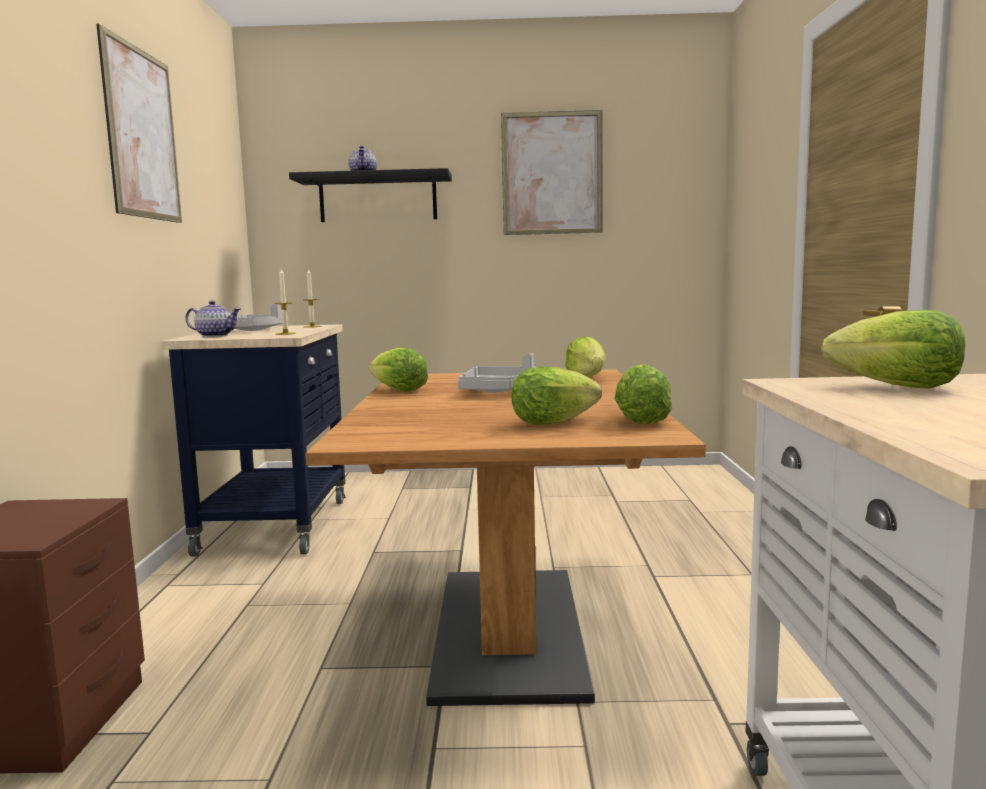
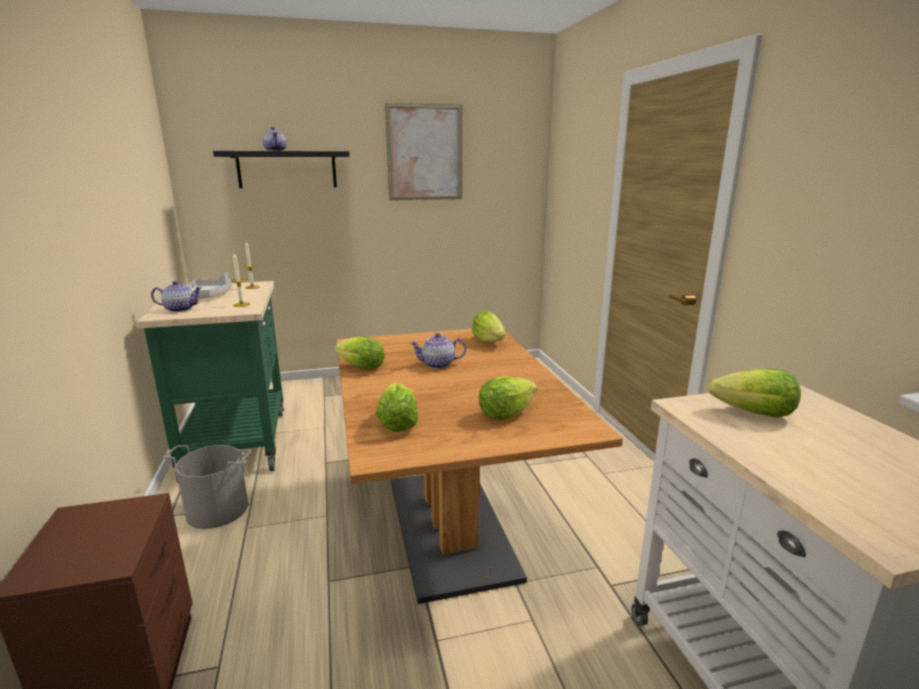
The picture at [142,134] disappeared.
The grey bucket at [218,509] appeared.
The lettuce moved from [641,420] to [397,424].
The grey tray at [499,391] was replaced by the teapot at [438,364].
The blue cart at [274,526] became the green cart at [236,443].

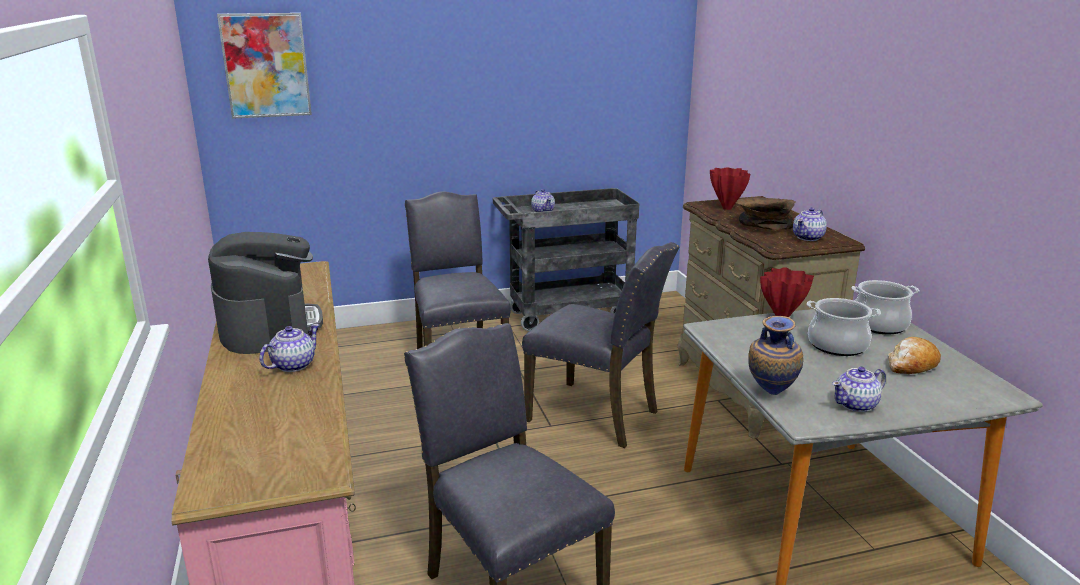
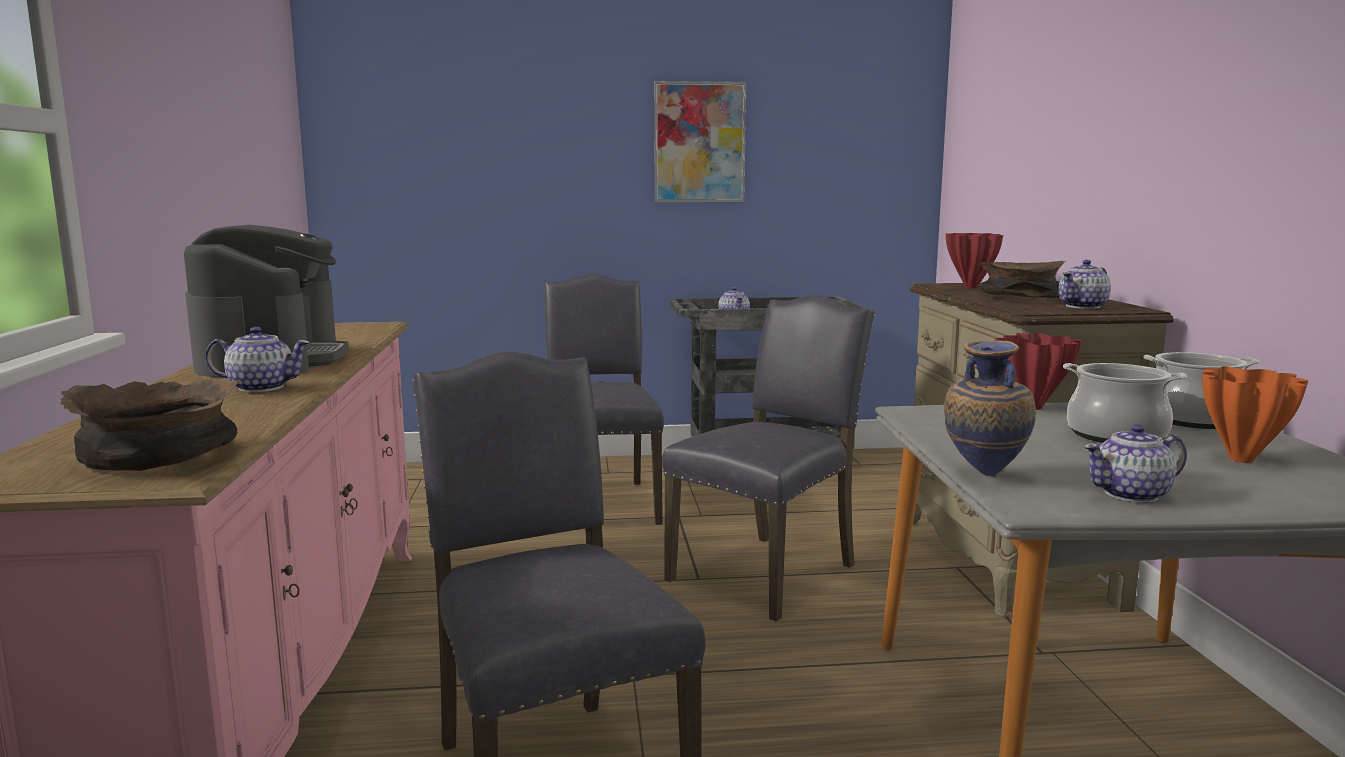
The brown bowl at [162,457] appeared.
The picture moved from [266,65] to [699,142].
The bread at [911,365] was replaced by the orange vase at [1243,459].
The teapot at [292,365] turned 45 degrees clockwise.
The grey chair at [596,415] turned 90 degrees counterclockwise.

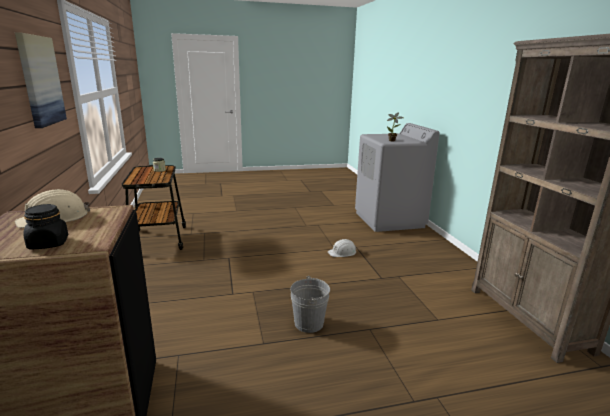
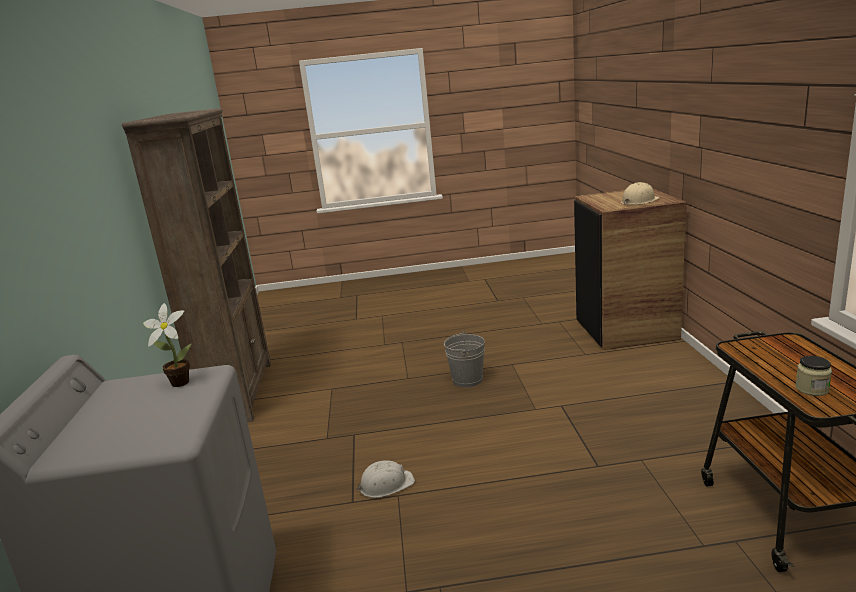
The picture at [40,80] disappeared.
The black jar at [48,244] disappeared.

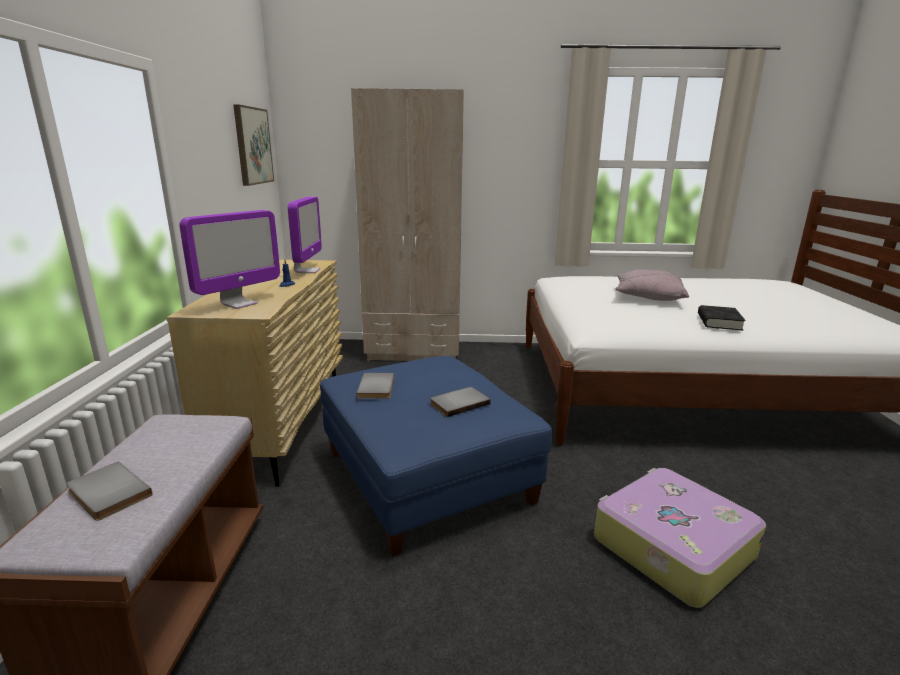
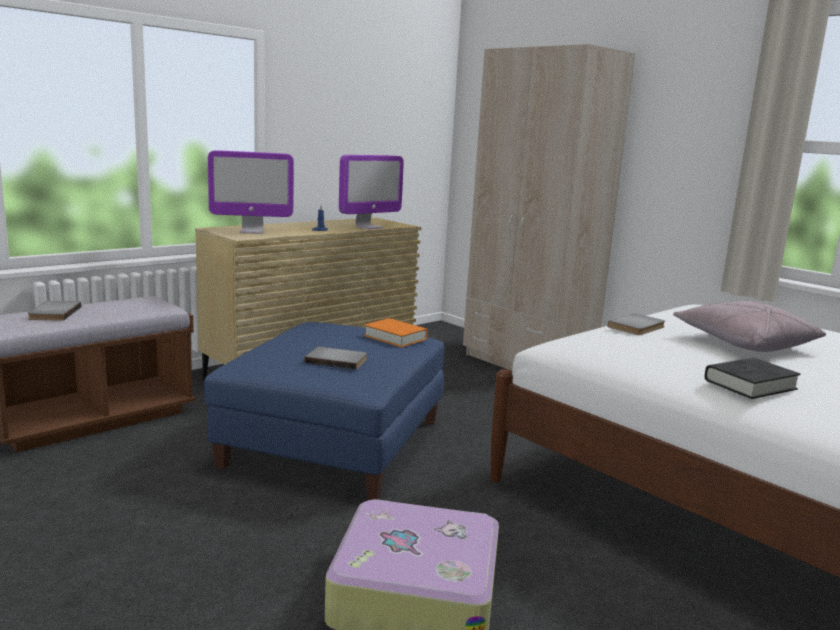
The picture at [252,146] disappeared.
The orange book at [395,337] appeared.
The grey book moved from [378,387] to [638,327].

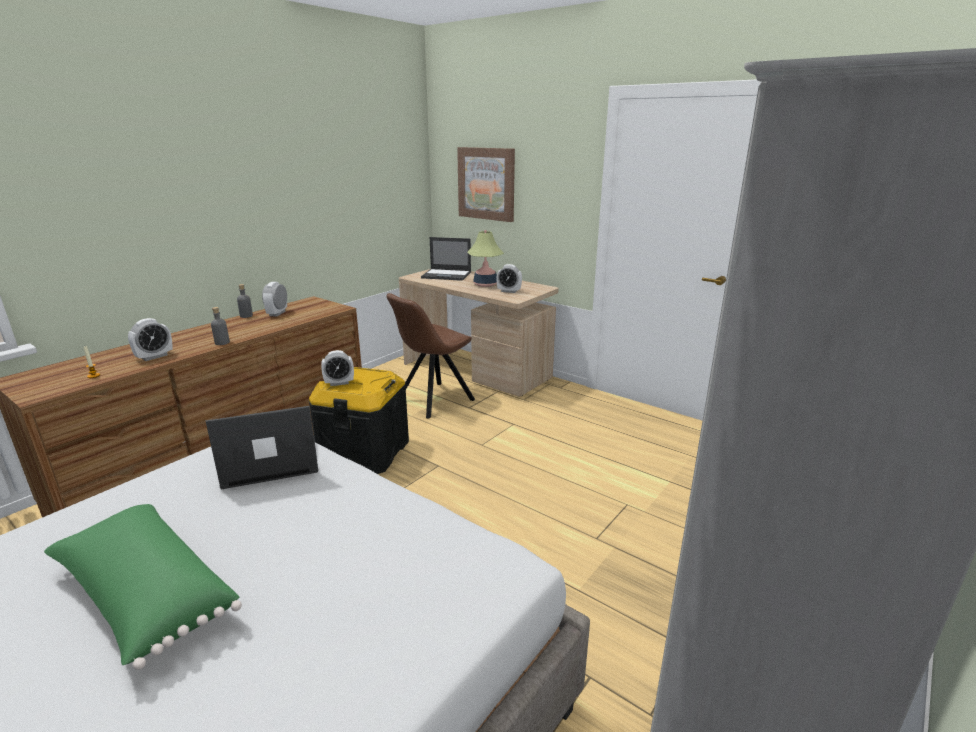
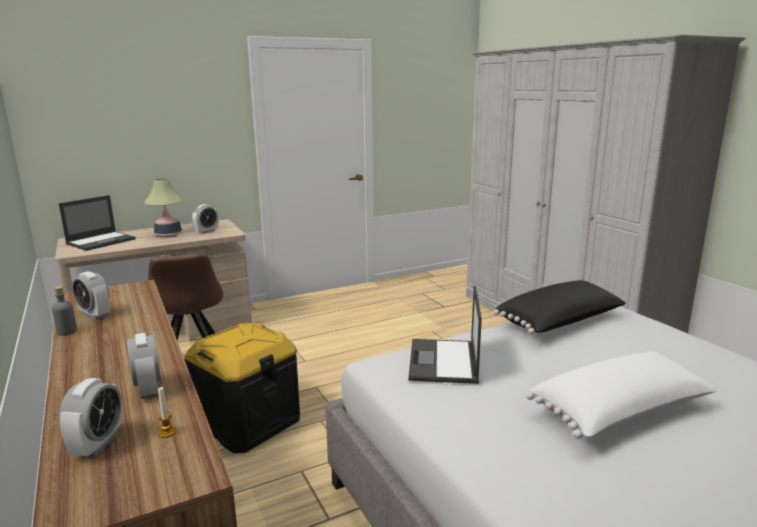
The grey bottle at [222,342] disappeared.
The picture at [486,183] disappeared.
The black pillow at [560,323] appeared.
The alarm clock moved from [339,383] to [98,444].
The green pillow at [145,597] became the white pillow at [620,413].

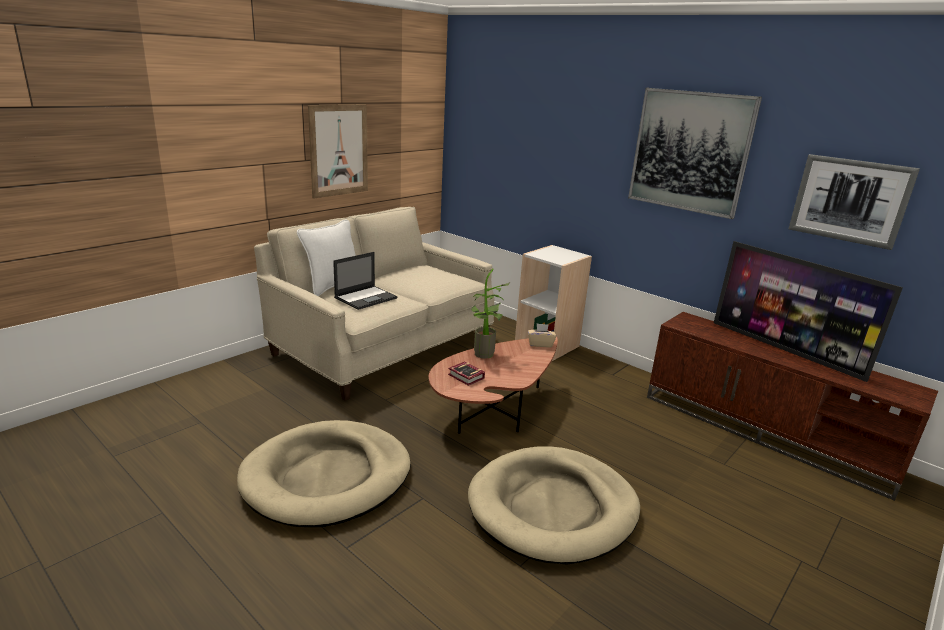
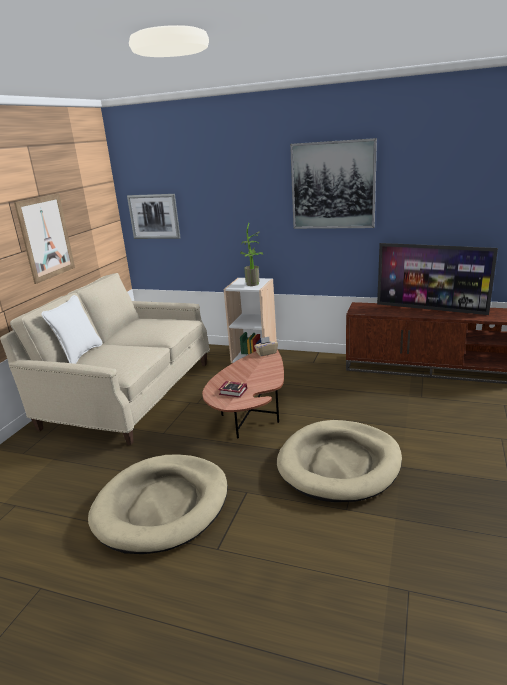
The laptop at [366,298] disappeared.
The potted plant moved from [485,355] to [254,284].
The picture moved from [850,200] to [154,216].

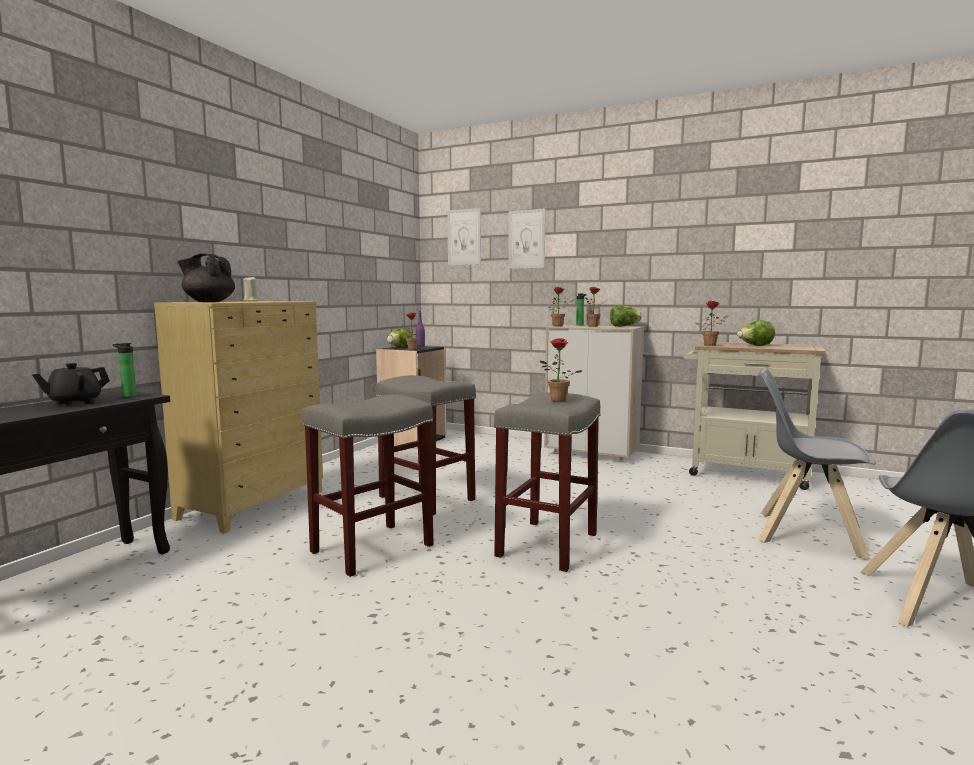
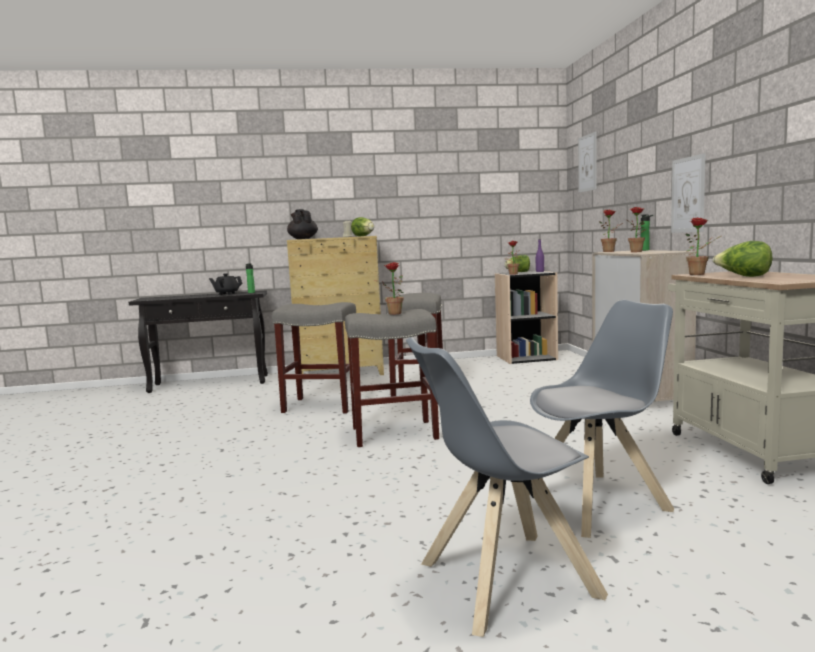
The picture moved from [526,239] to [688,195].
The lettuce moved from [624,326] to [364,236].
The grey chair at [805,534] turned 75 degrees clockwise.

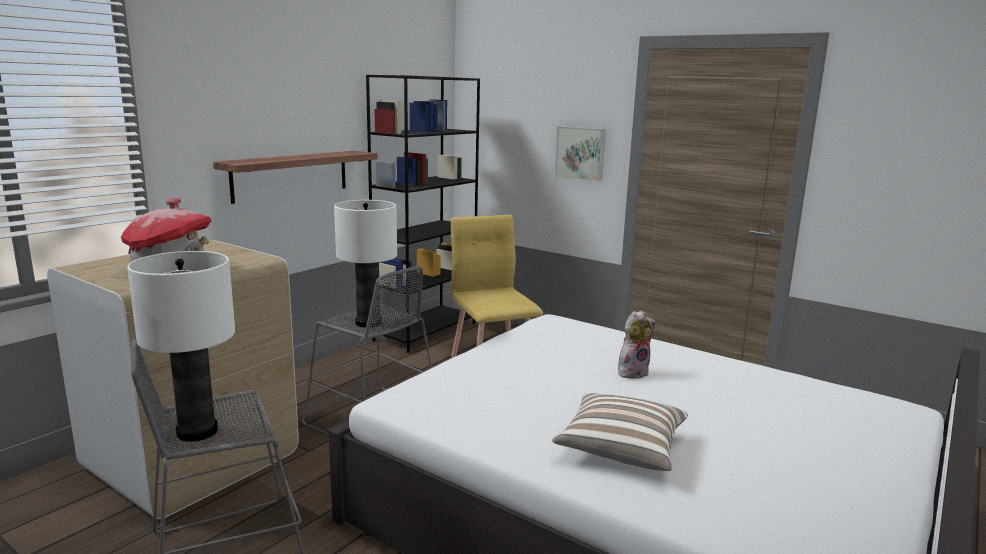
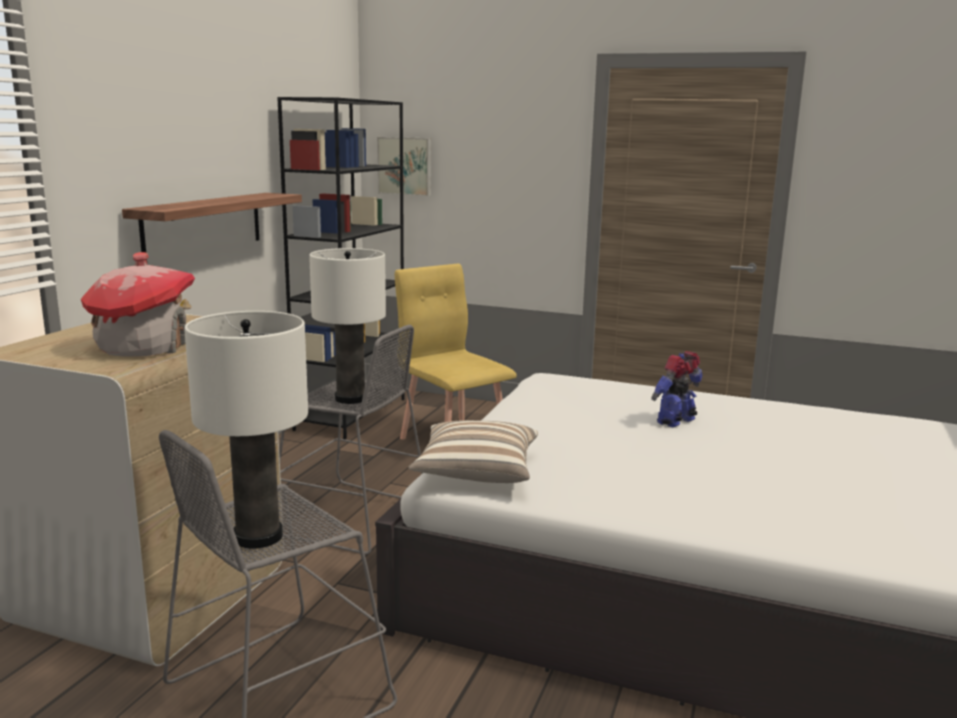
The pillow moved from [620,449] to [476,472].
The picture moved from [581,153] to [405,166].
The plush toy at [632,372] was replaced by the toy robot at [677,421].

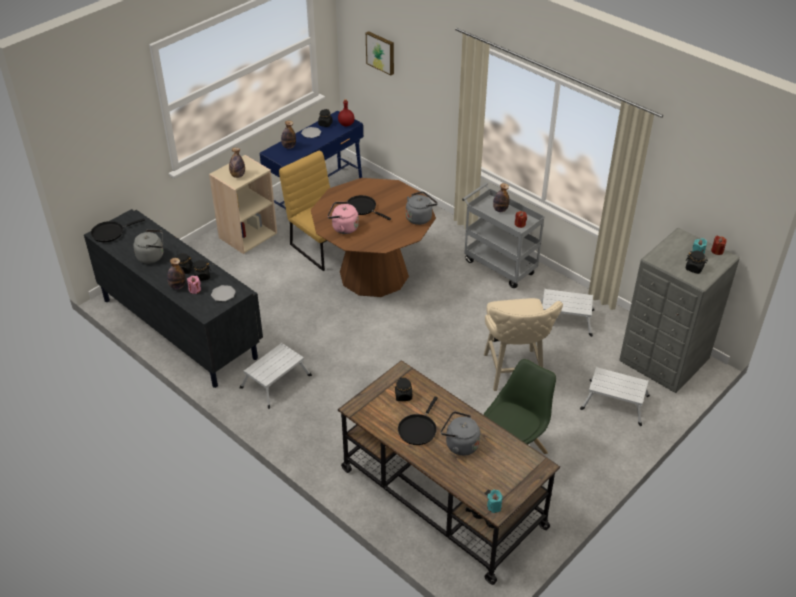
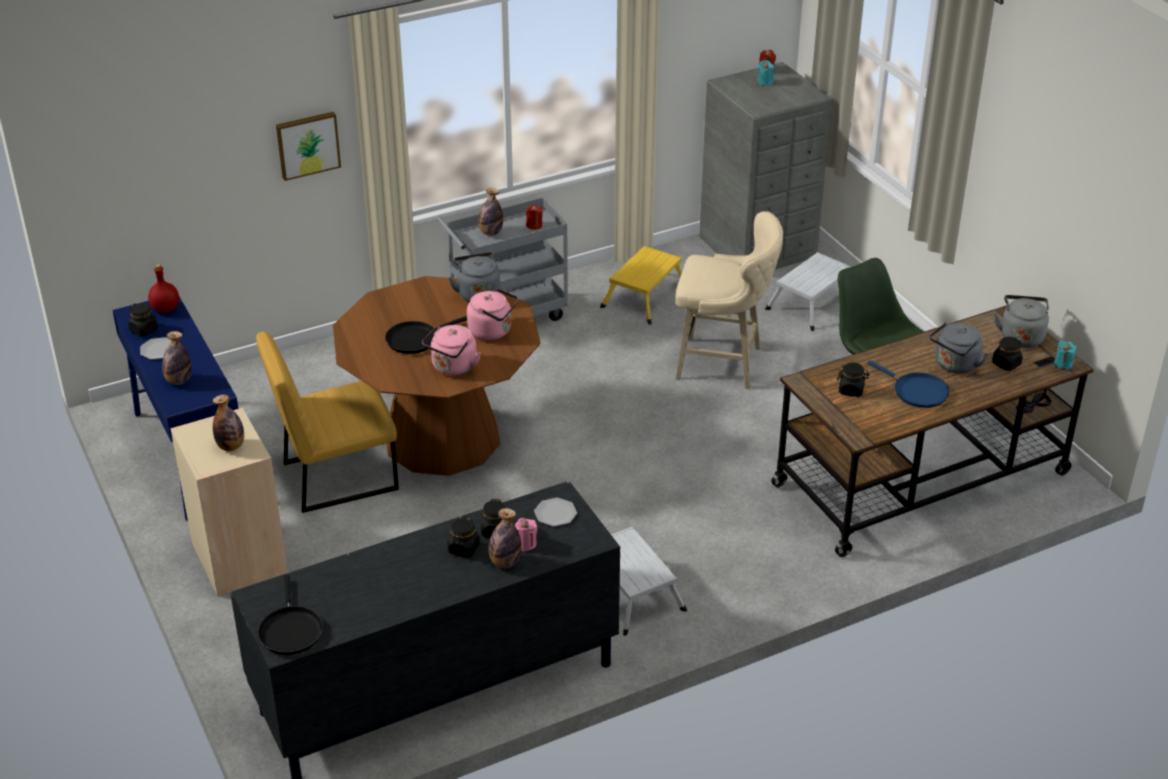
The pink kettle at [493,331] appeared.
The grey kettle moved from [152,256] to [1020,336].
The picture moved from [381,52] to [307,144].
The black jar moved from [694,268] to [1006,364].
The black frying pan at [418,429] became the blue frying pan at [917,391].
The white step ladder at [565,319] became the yellow step ladder at [645,296].

